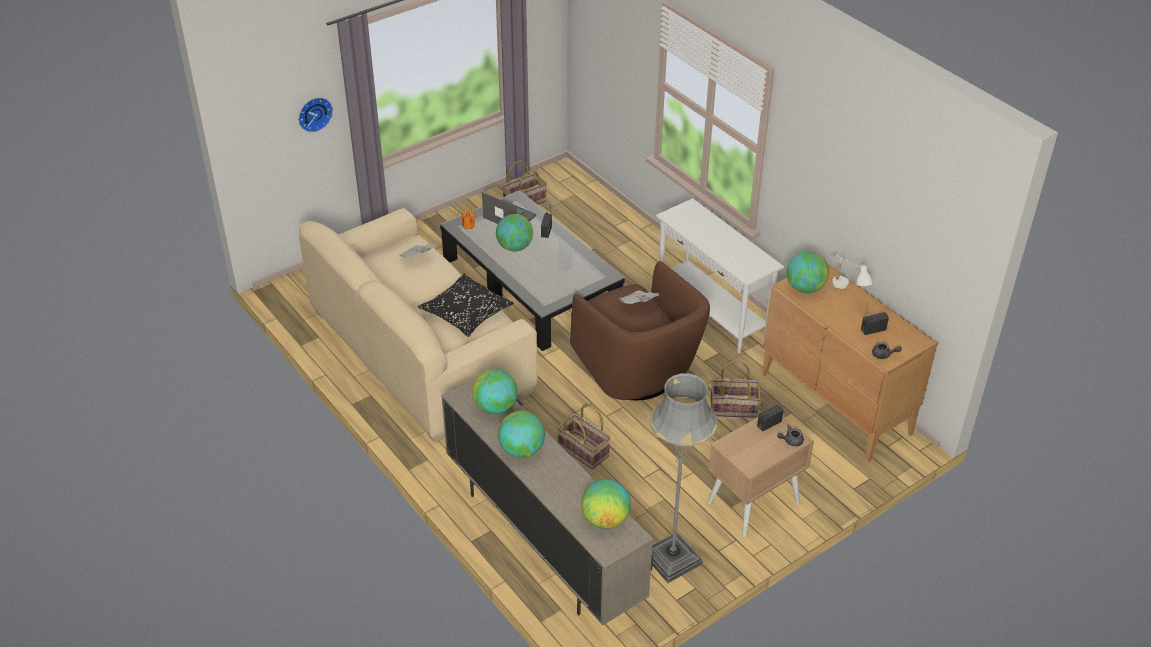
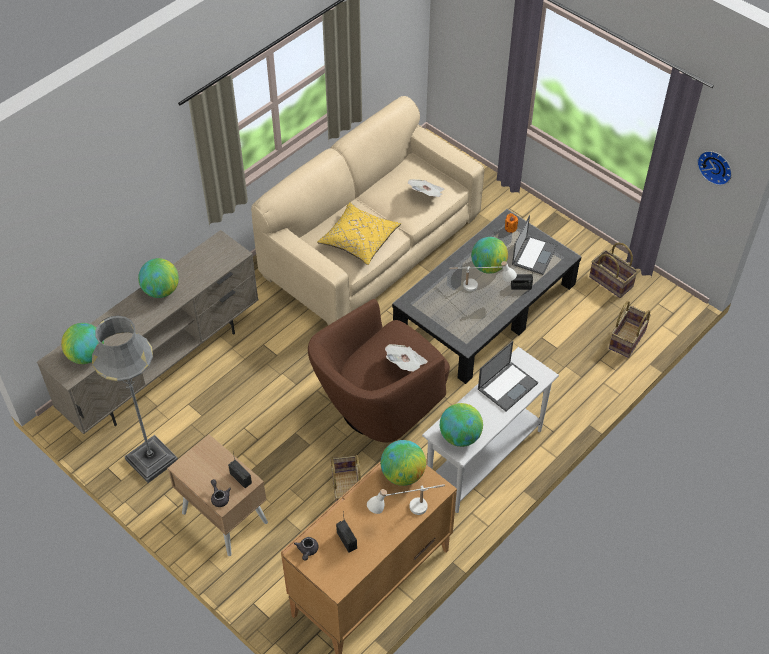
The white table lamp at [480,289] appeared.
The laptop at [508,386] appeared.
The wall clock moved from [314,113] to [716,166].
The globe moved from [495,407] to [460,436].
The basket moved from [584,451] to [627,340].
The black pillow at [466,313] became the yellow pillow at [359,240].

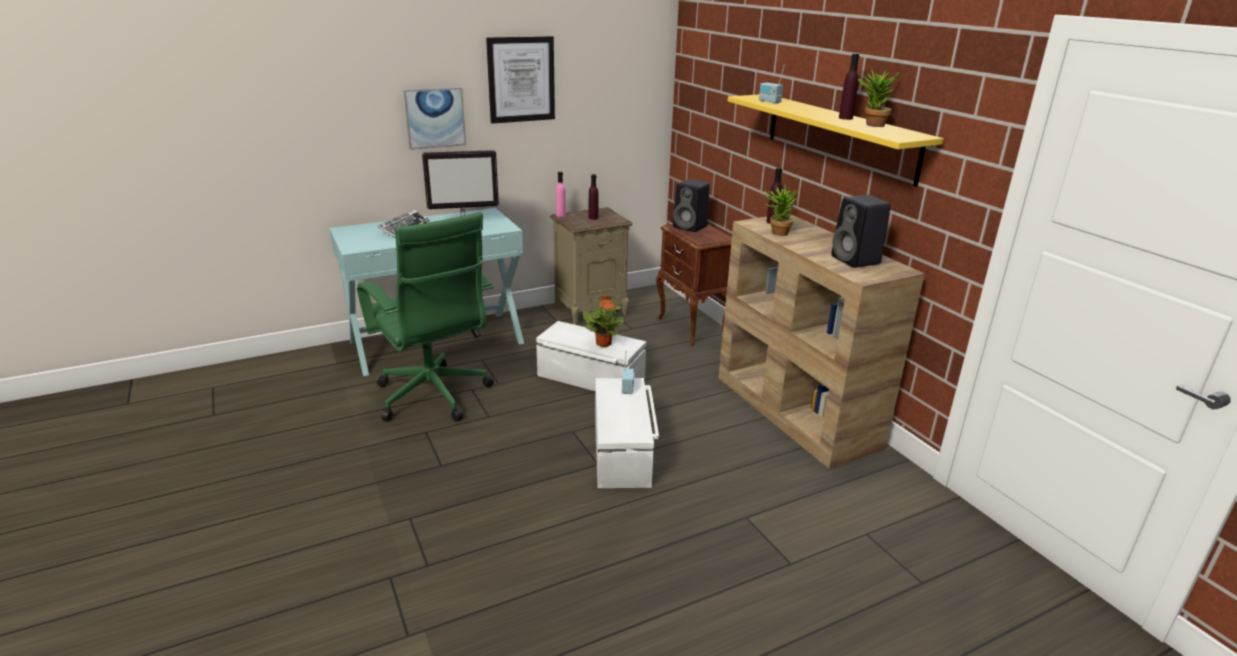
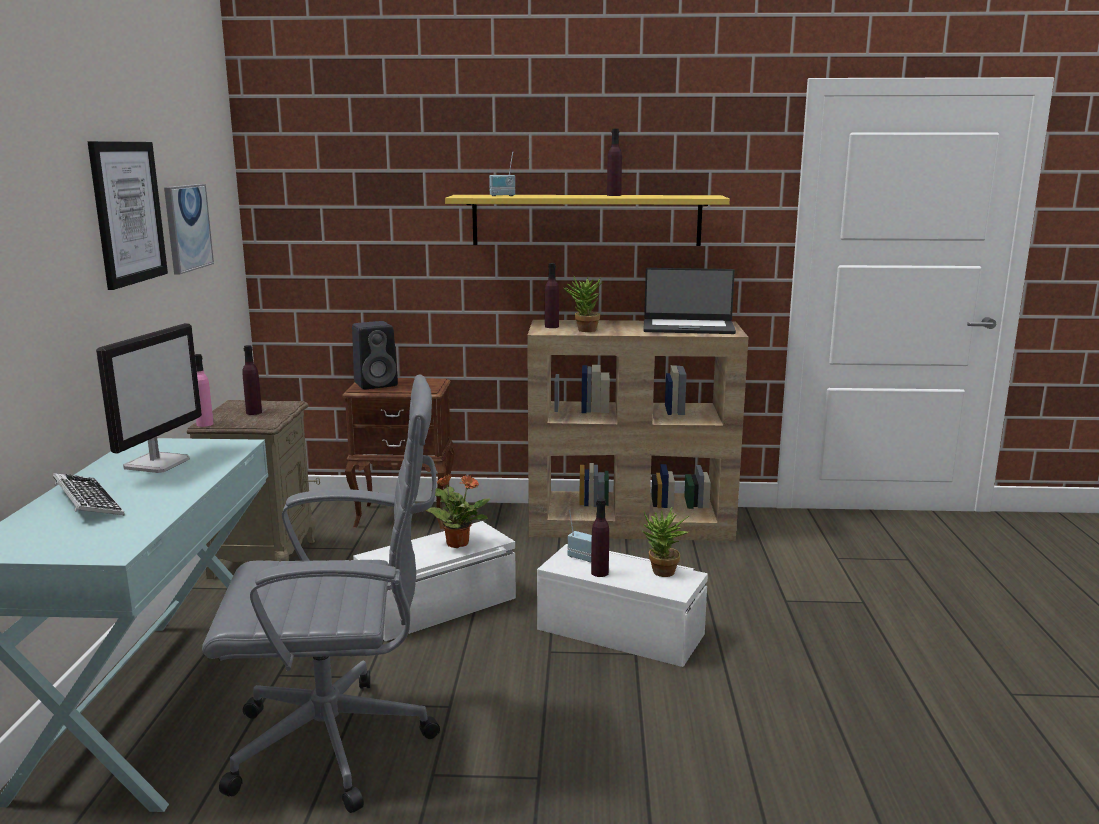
The purple bottle at [599,573] appeared.
The picture moved from [435,118] to [187,227].
The potted plant moved from [871,125] to [662,574].
The black speaker at [856,260] was replaced by the laptop at [688,327].
The green office chair at [435,398] became the grey office chair at [341,744].

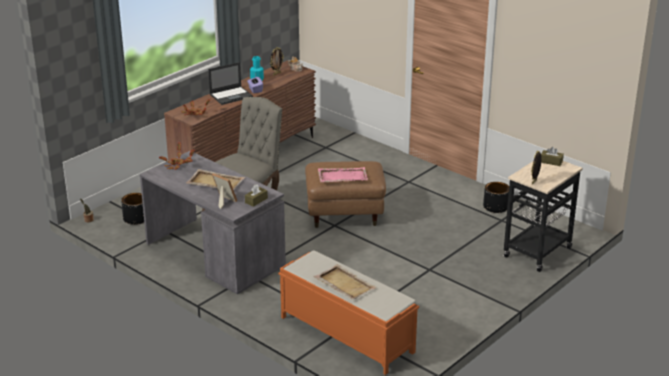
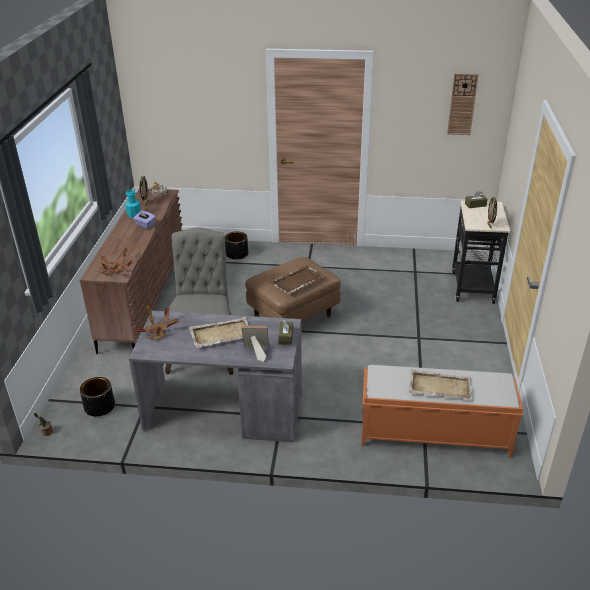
The laptop at [231,95] disappeared.
The wall clock at [462,104] appeared.
The black planter moved from [496,207] to [237,254].
The pink tray at [342,176] became the brown tray at [297,281].

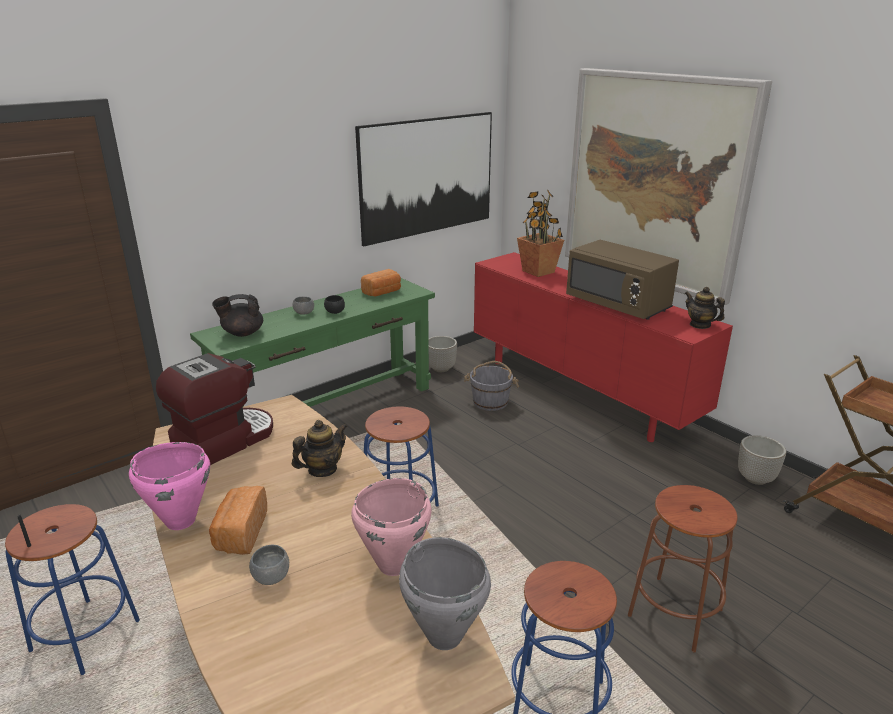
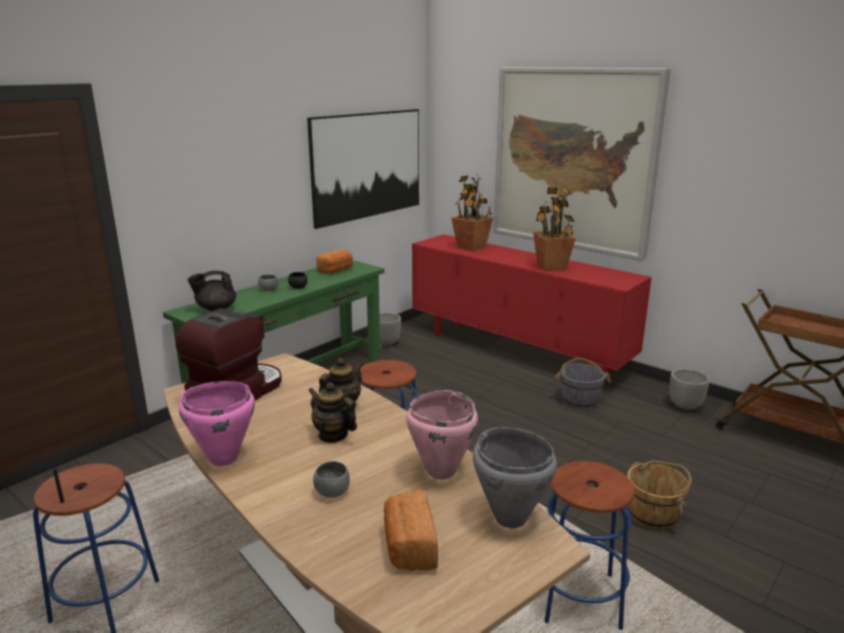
The bread moved from [240,533] to [409,547].
The grey bucket moved from [490,401] to [579,400].
The teapot moved from [700,325] to [333,435].
The brown microwave at [618,304] was replaced by the potted plant at [551,267].
The brown stool at [675,612] was replaced by the brown bucket at [653,514].

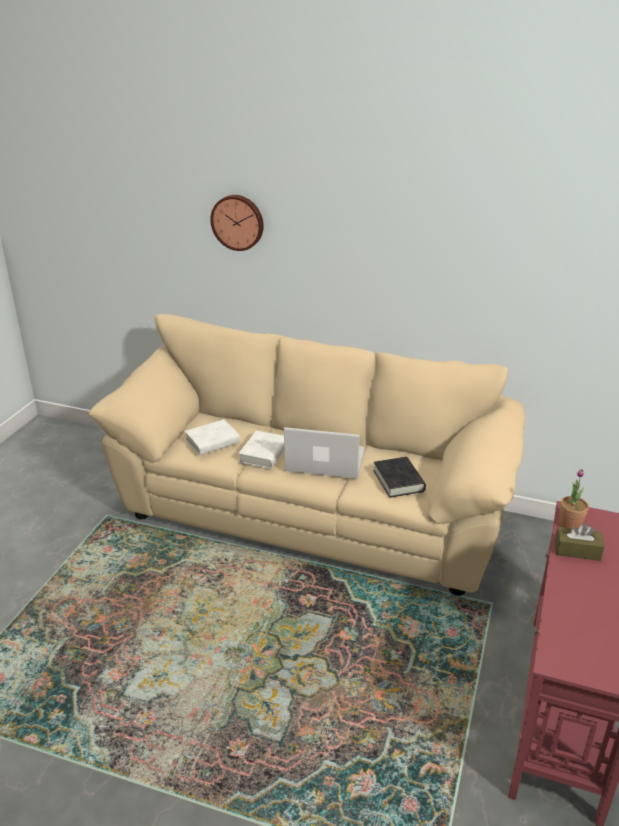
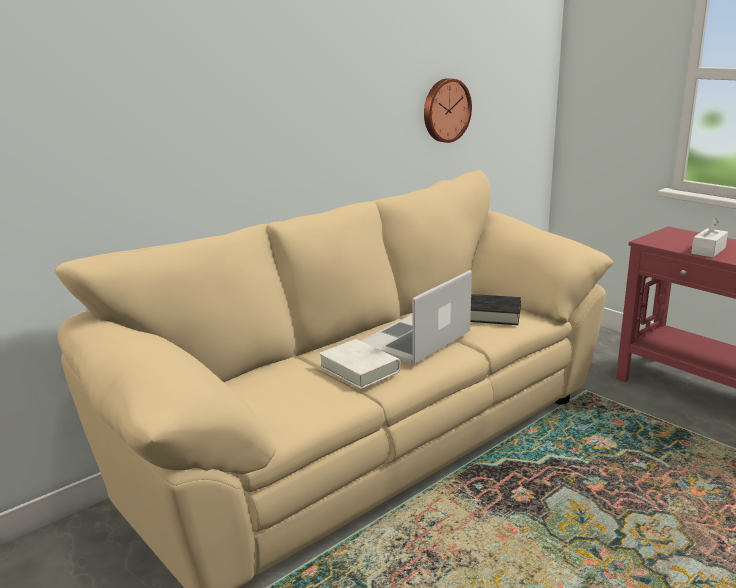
The white book at [212,441] disappeared.
The potted plant at [570,525] disappeared.
The wall clock moved from [238,222] to [445,110].
The brown tissue box at [577,550] became the white tissue box at [708,250].

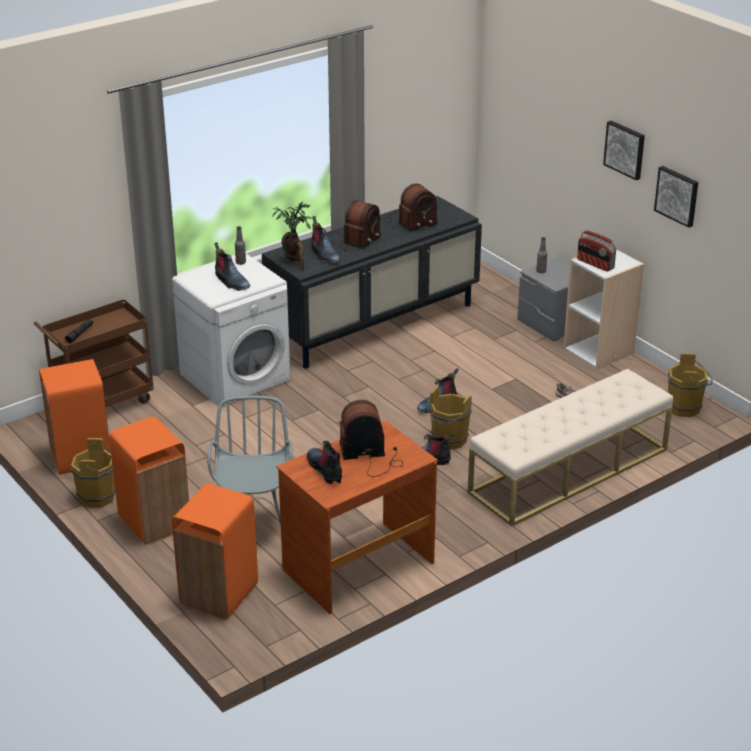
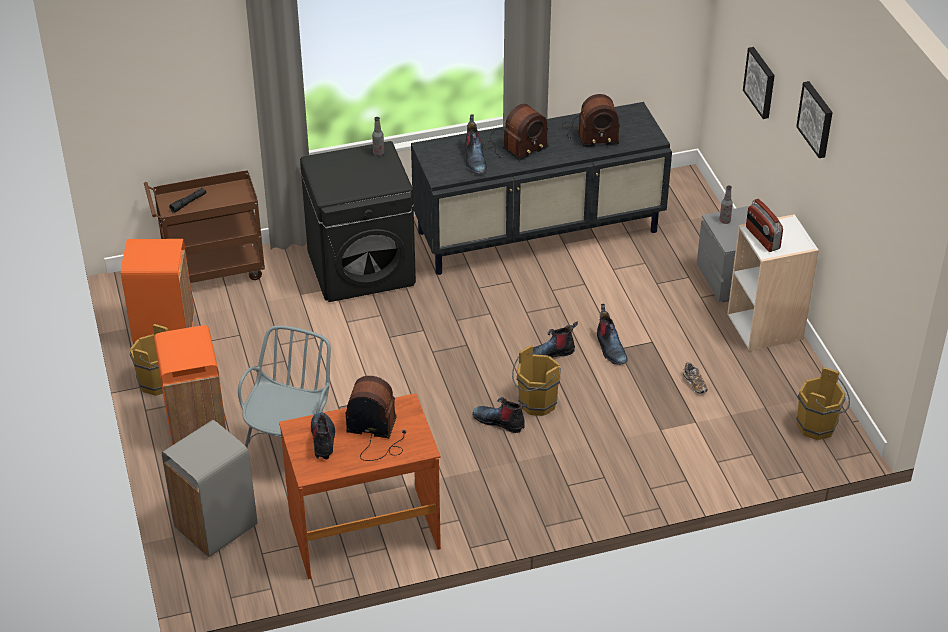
The potted plant at [295,263] disappeared.
The beige bench at [569,471] disappeared.
The boot moved from [231,282] to [610,348].
The picture moved from [677,195] to [761,82].
The white washing machine at [238,377] became the black washing machine at [363,269].
The orange trash can at [218,595] became the grey trash can at [215,527].

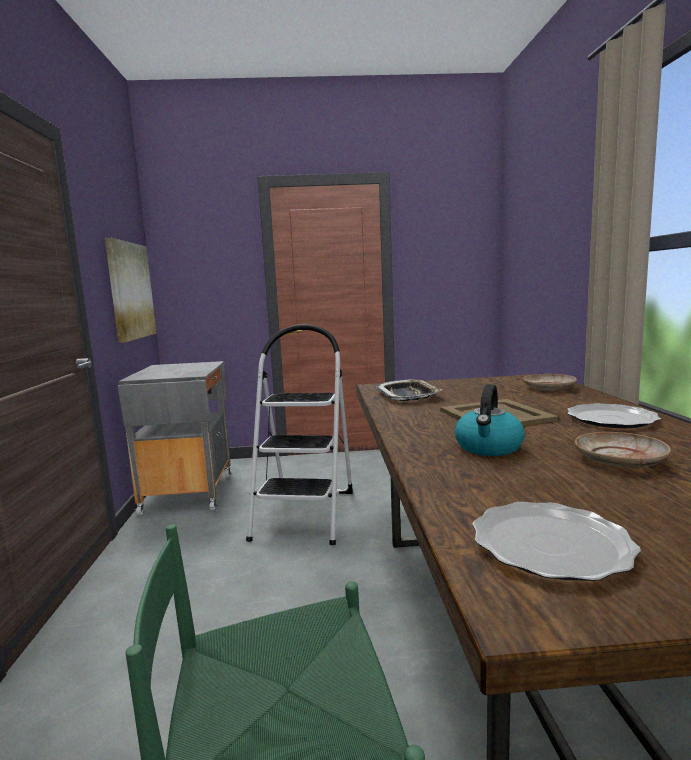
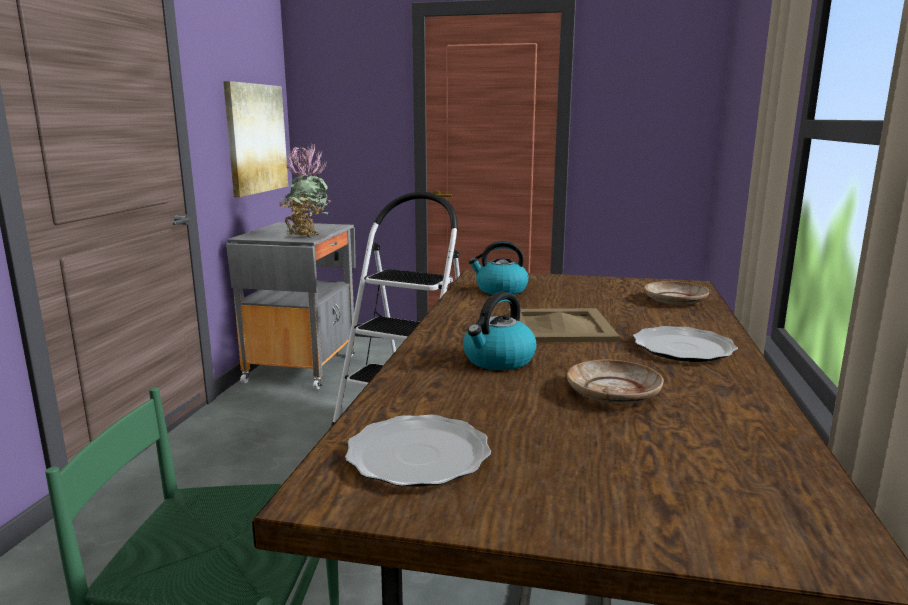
The potted plant at [306,235] appeared.
The tray at [408,395] was replaced by the kettle at [500,290].

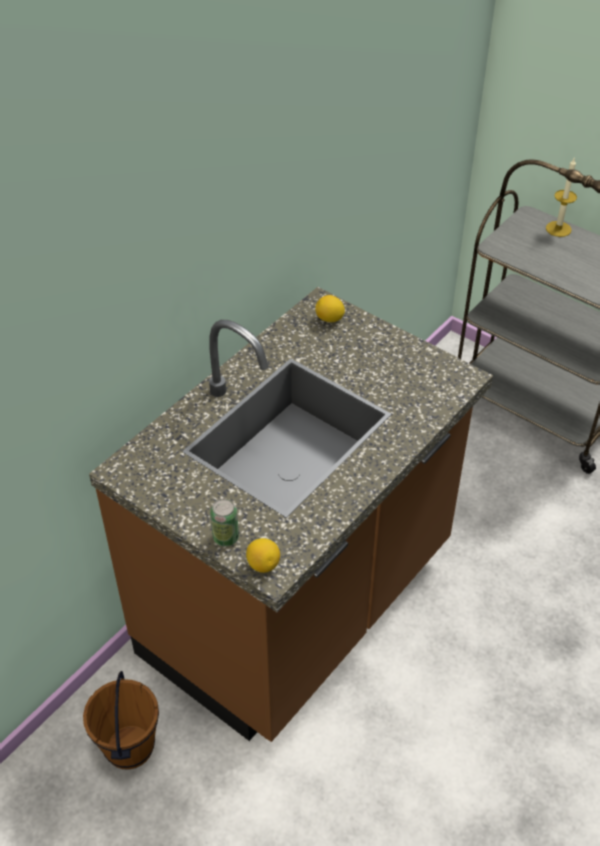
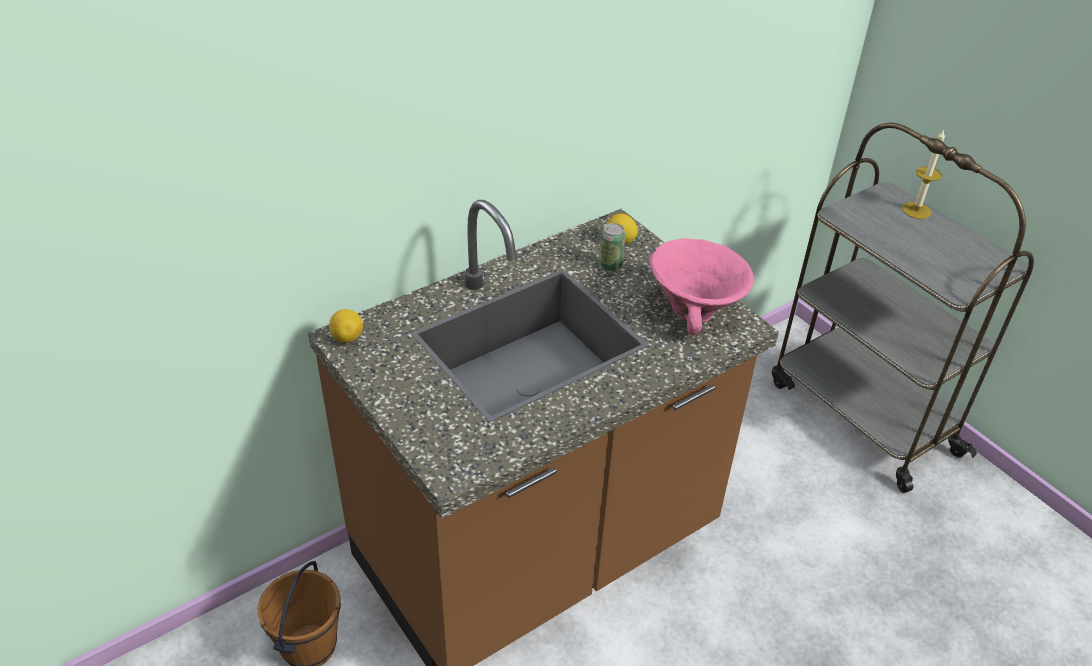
The pink bowl at [696,311] appeared.
The can moved from [225,537] to [610,266].
The lemon moved from [263,564] to [347,338].

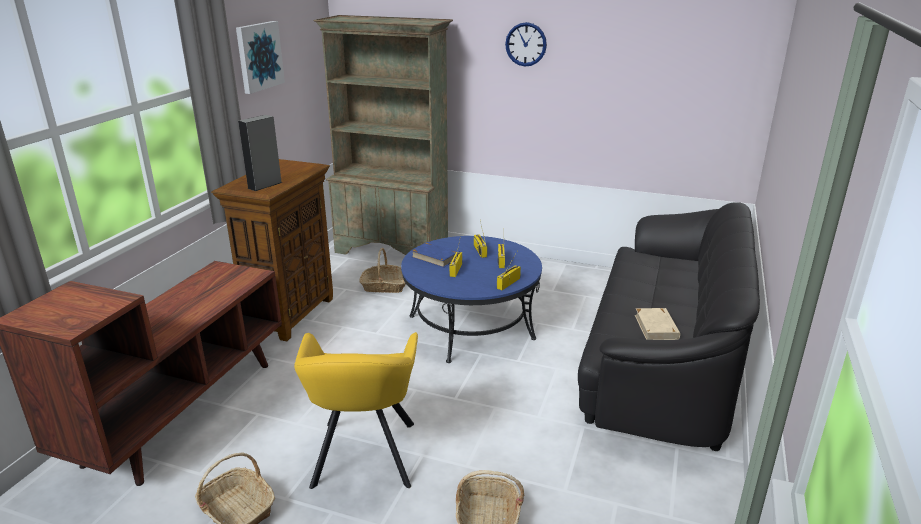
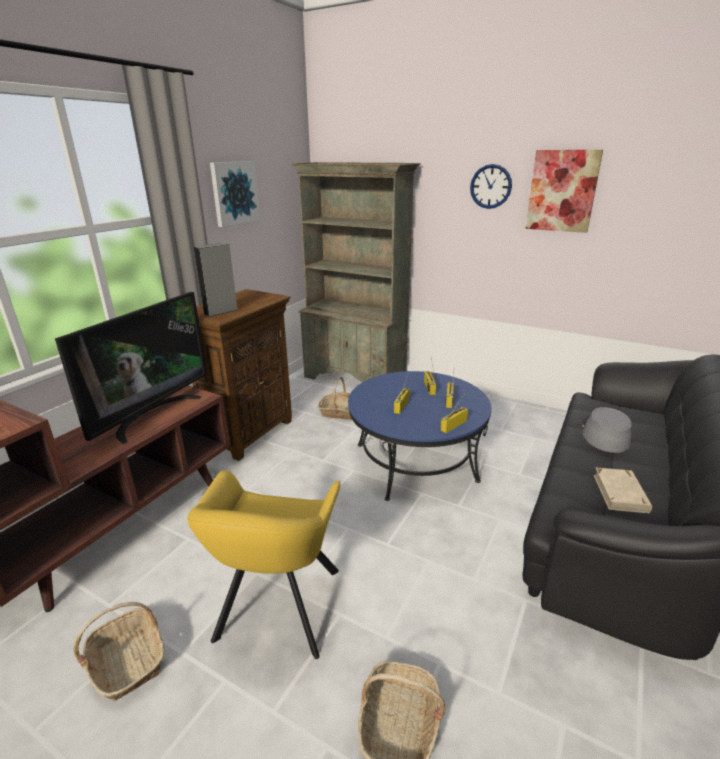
The blue book at [435,257] disappeared.
The television at [152,415] appeared.
The picture at [562,191] appeared.
The grey hat at [604,434] appeared.

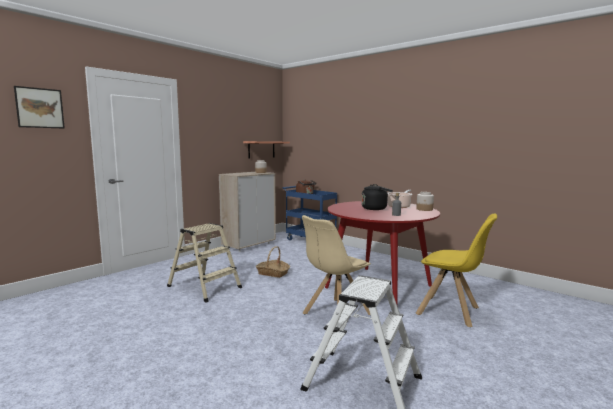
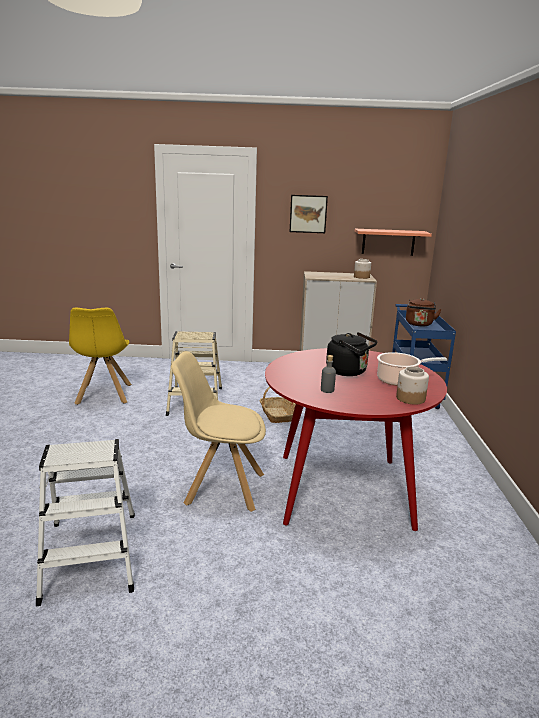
The picture moved from [40,108] to [308,214].
The yellow chair moved from [451,311] to [103,395].

